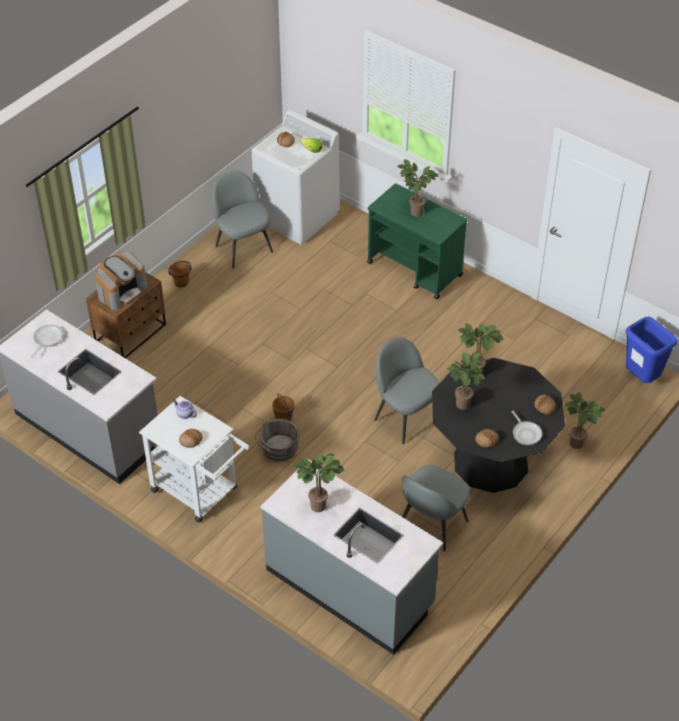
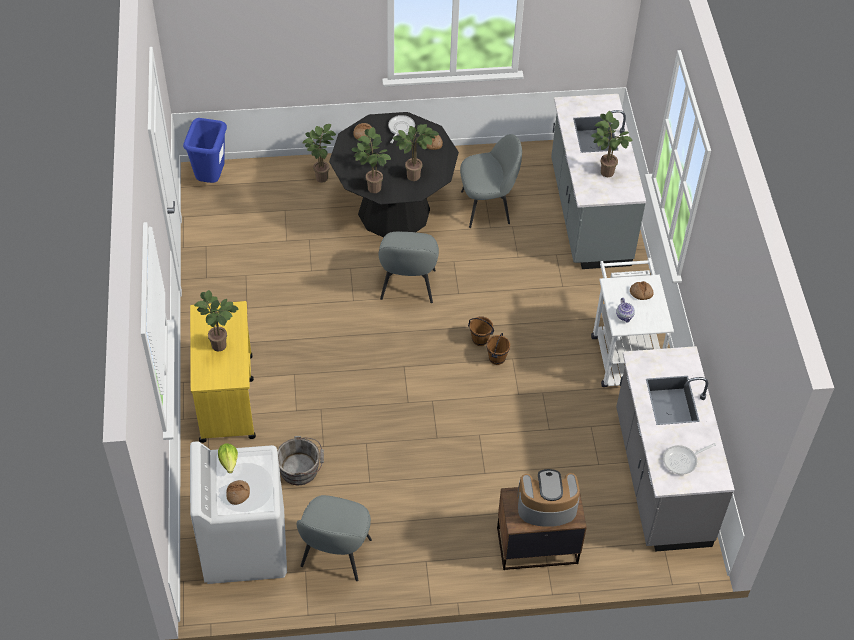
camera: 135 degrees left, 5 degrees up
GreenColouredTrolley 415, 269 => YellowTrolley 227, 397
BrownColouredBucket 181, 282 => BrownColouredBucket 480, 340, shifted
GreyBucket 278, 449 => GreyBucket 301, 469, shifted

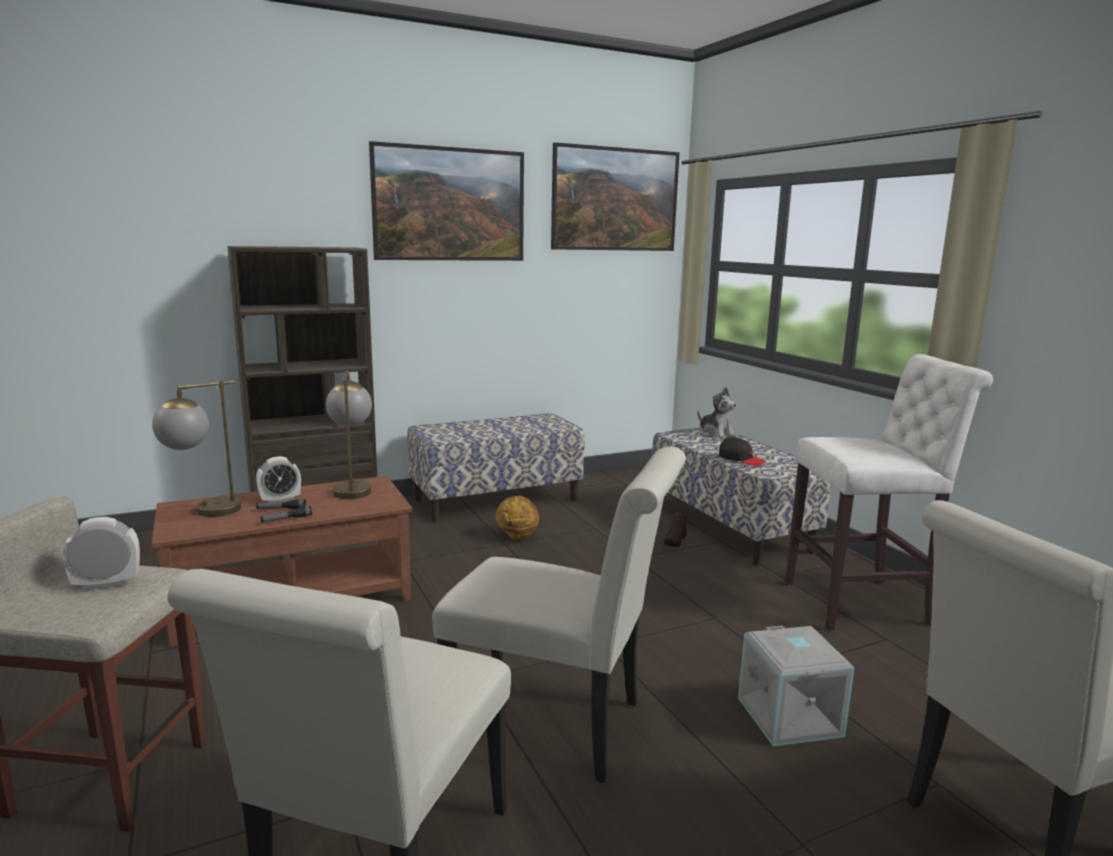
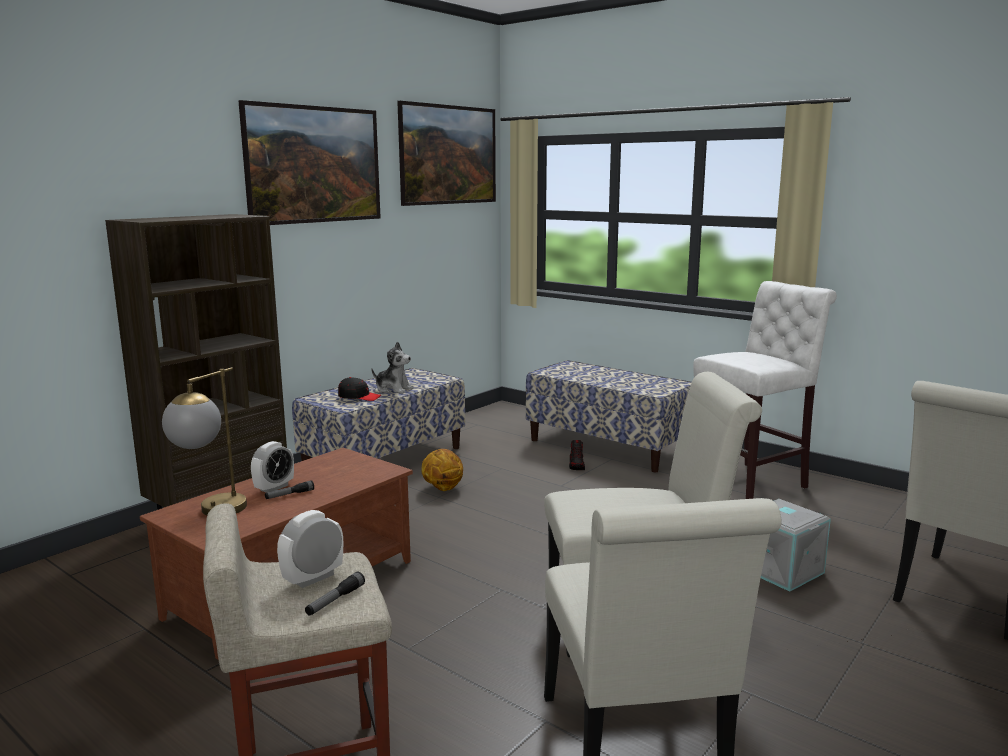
camera: 25 degrees left, 0 degrees up
TabletopLamp 352, 488 => nothing
SoftToy 716, 434 => SoftToy 393, 389, shifted
BlackColouredCap 741, 459 => BlackColouredCap 359, 397, shifted
HandTorch 286, 519 => HandTorch 335, 600, shifted

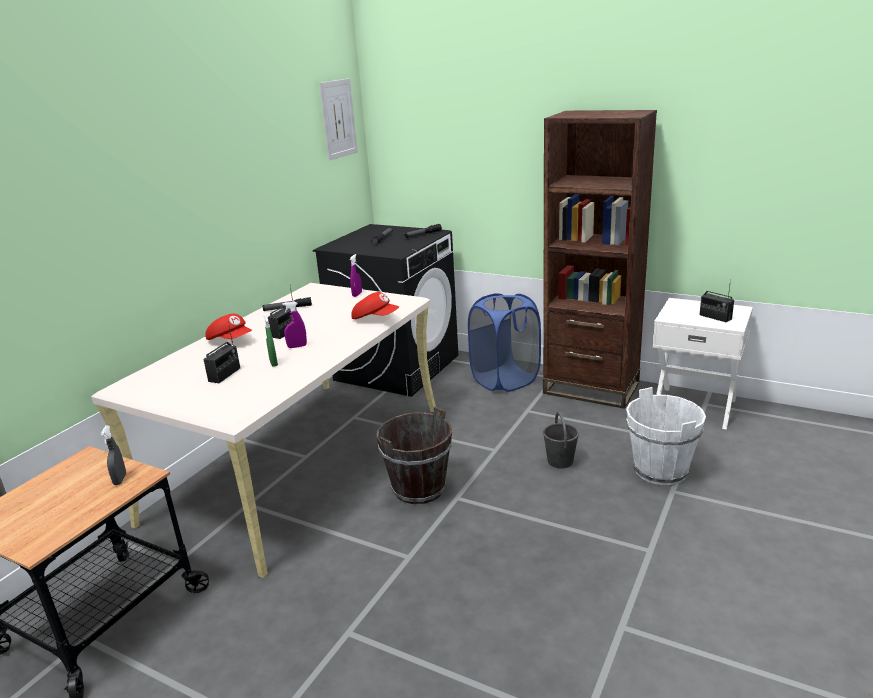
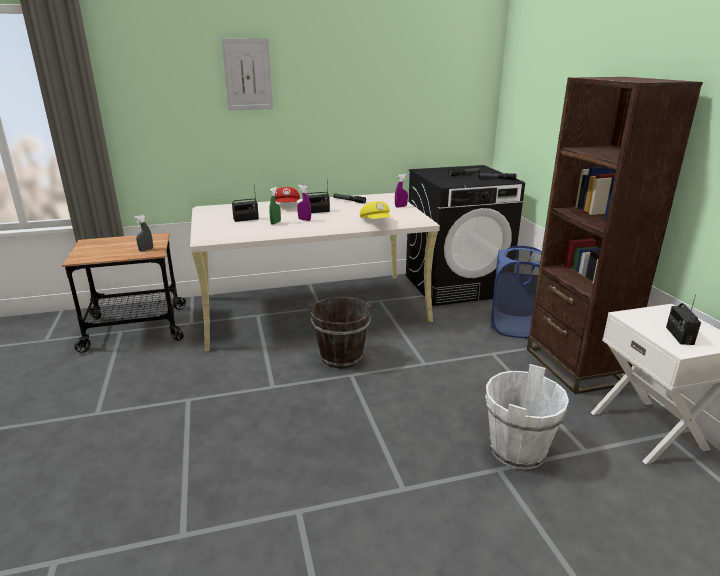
camera: 45 degrees right, 0 degrees up
Picture 338, 119 => Picture 248, 74, shifted
RedCap 375, 318 => YellowCap 376, 222
GreyBucket 560, 461 => nothing

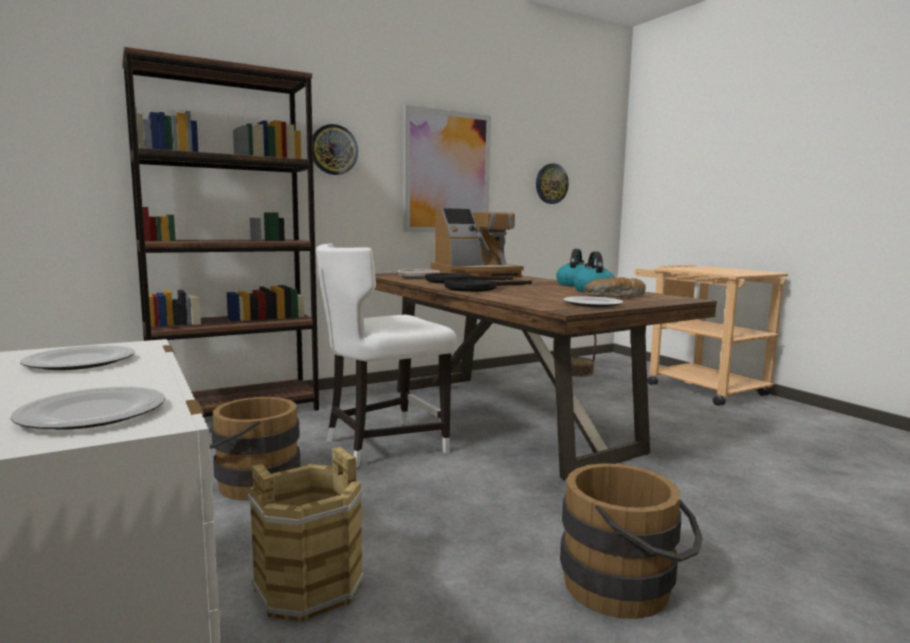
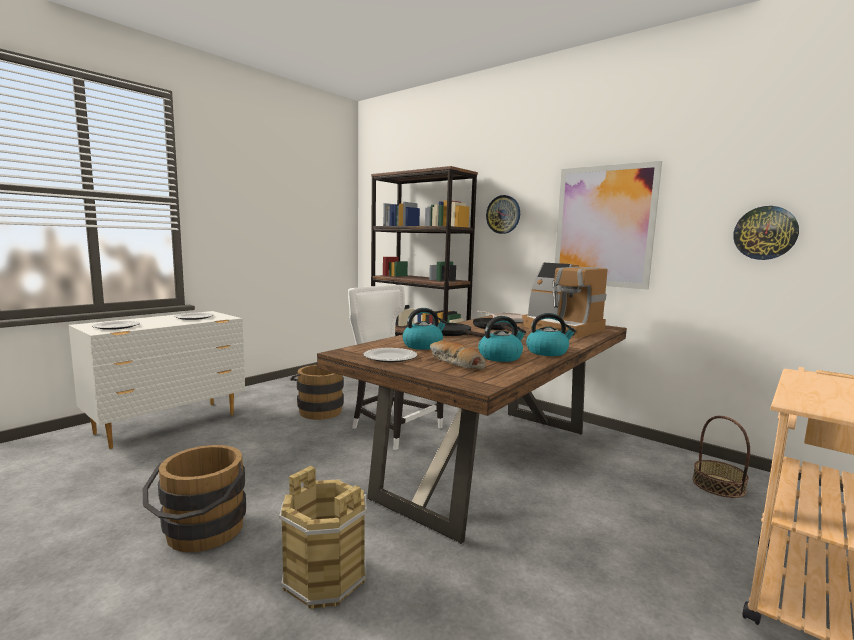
camera: 70 degrees right, 0 degrees up
BrownColouredBucket 308, 586 => BrownColouredBucket 325, 577, shifted
nothing => WaterKettle 423, 345

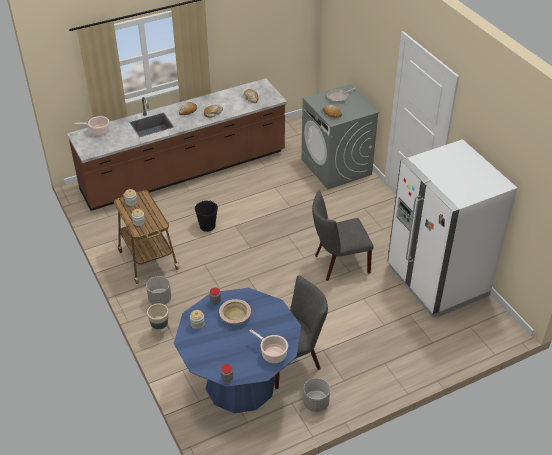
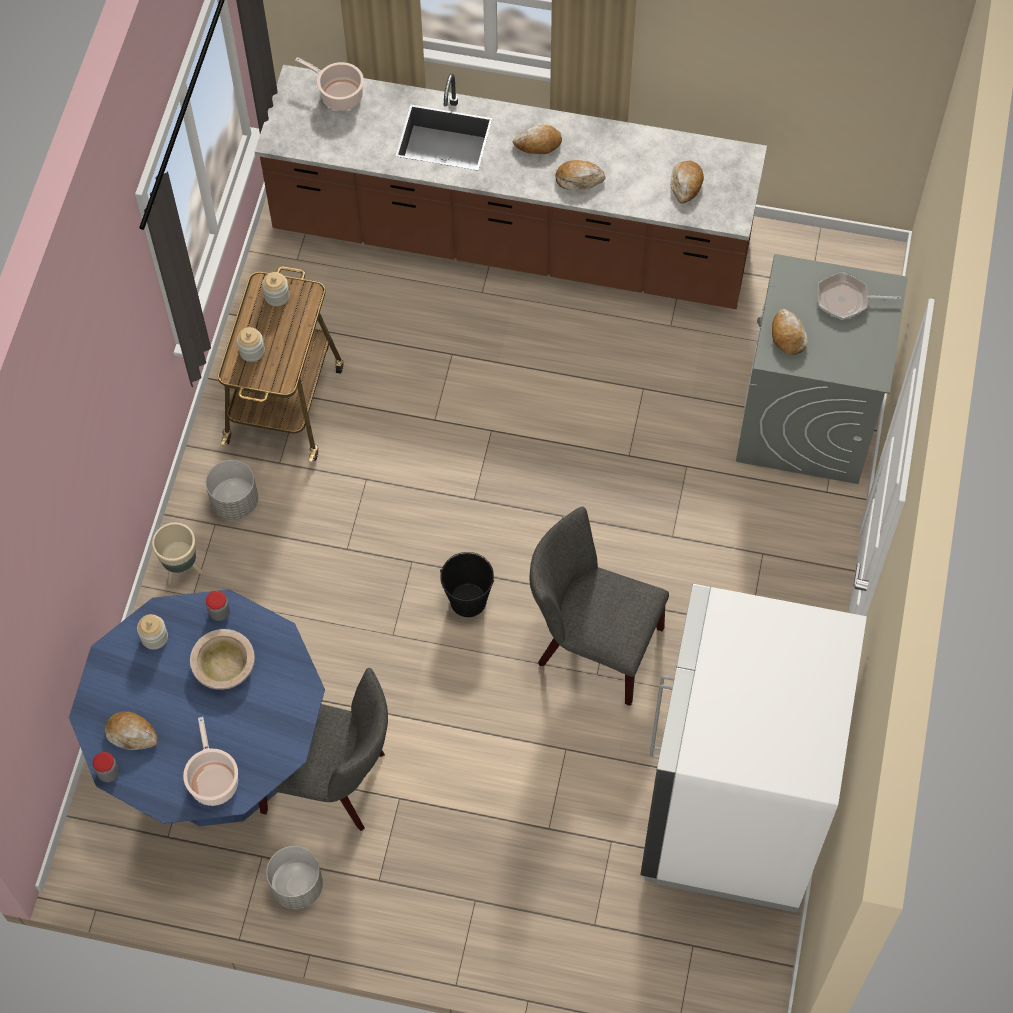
camera: 40 degrees right, 20 degrees up
BlackColouredBucket 207, 226 => BlackColouredBucket 468, 601, shifted
nothing => BakedBread 131, 734

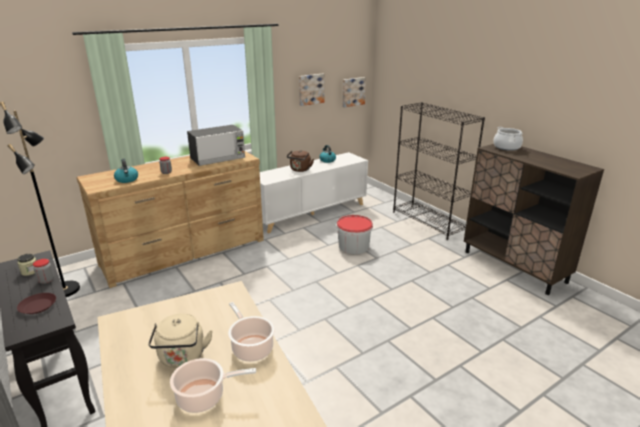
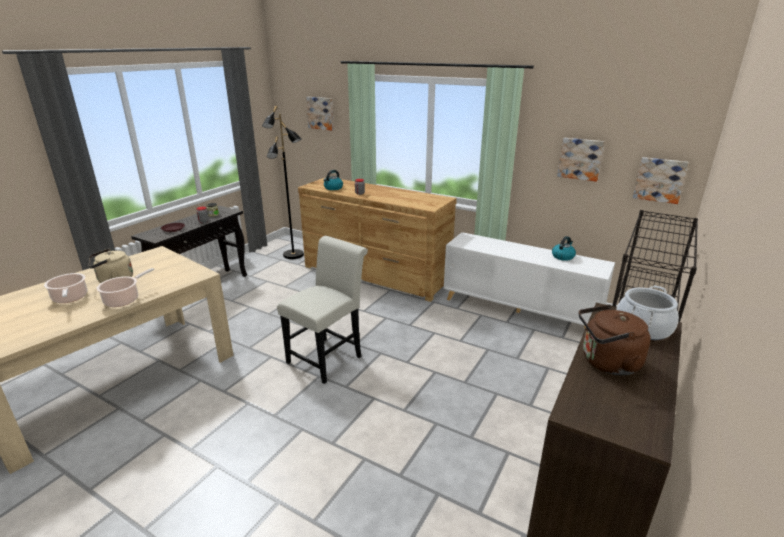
camera: 65 degrees right, 0 degrees up
KitchenMicrowave 218, 159 => nothing
BrownColouredWaterKettle 300, 170 => BrownColouredWaterKettle 607, 363, shifted
Bucket 354, 246 => nothing
nothing => Picture 321, 113
nothing => WhiteColouredUprightChair 328, 357

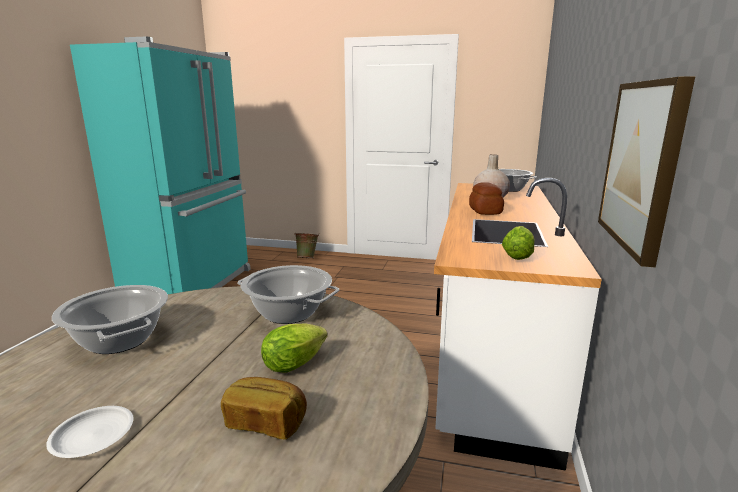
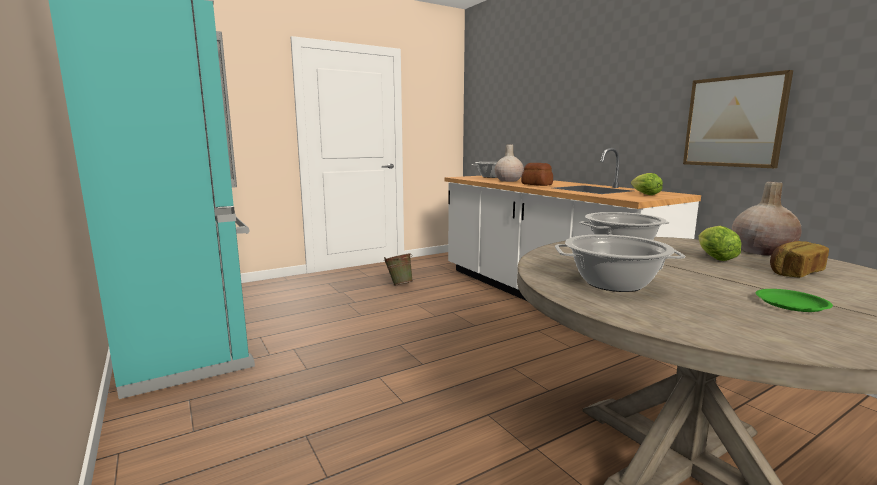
camera: 45 degrees left, 5 degrees down
GreenColouredBucket 307, 258 => GreenColouredBucket 399, 285, shifted
WhiteColouredFlatDish 92, 436 => GreenColouredFlatDish 791, 304
nothing => SandColouredVase 762, 251

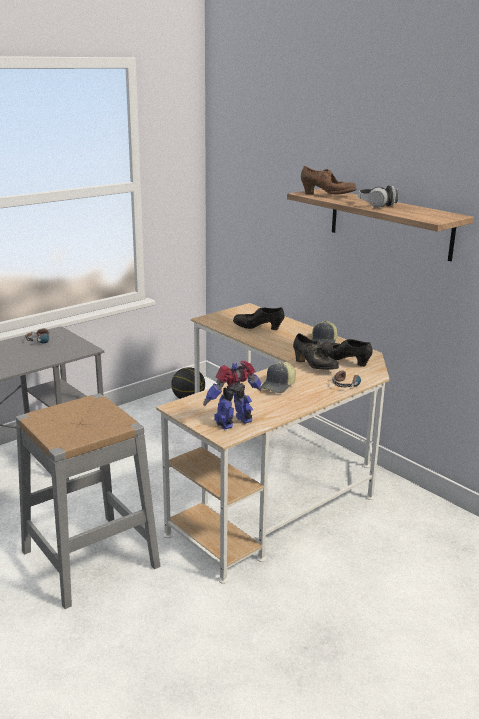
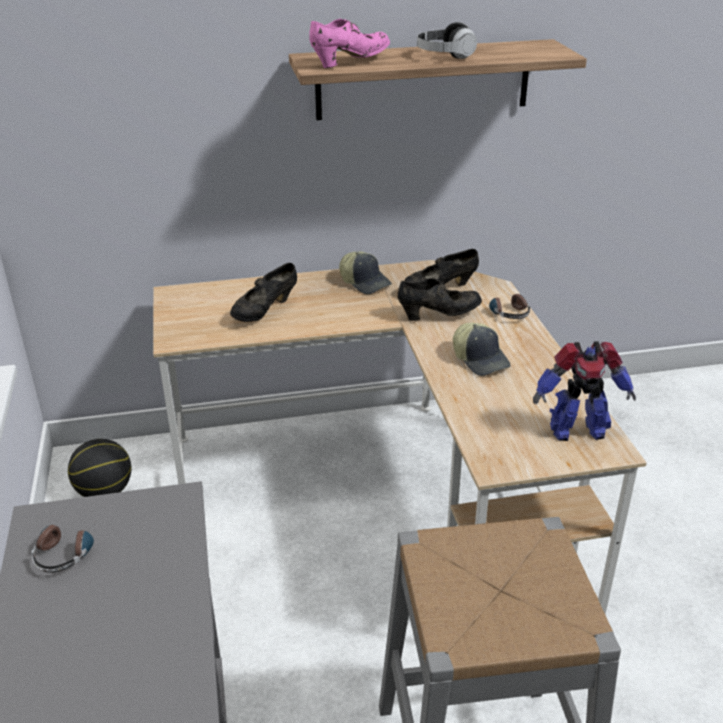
camera: 60 degrees left, 10 degrees up
BrownColouredItemOfFootwear 327, 195 => PinkItemOfFootwear 351, 62
ModelRobot 235, 423 => ModelRobot 576, 429, 90 degrees counterclockwise

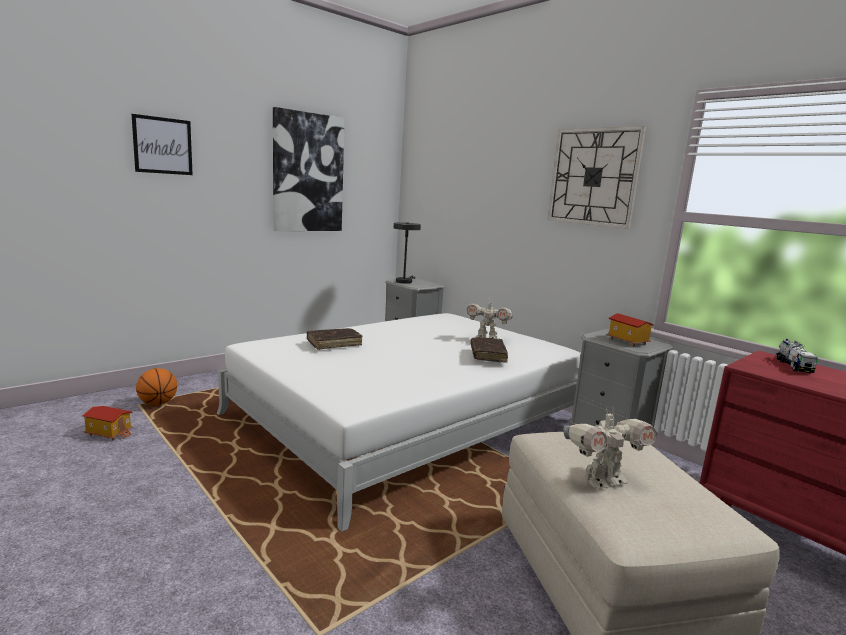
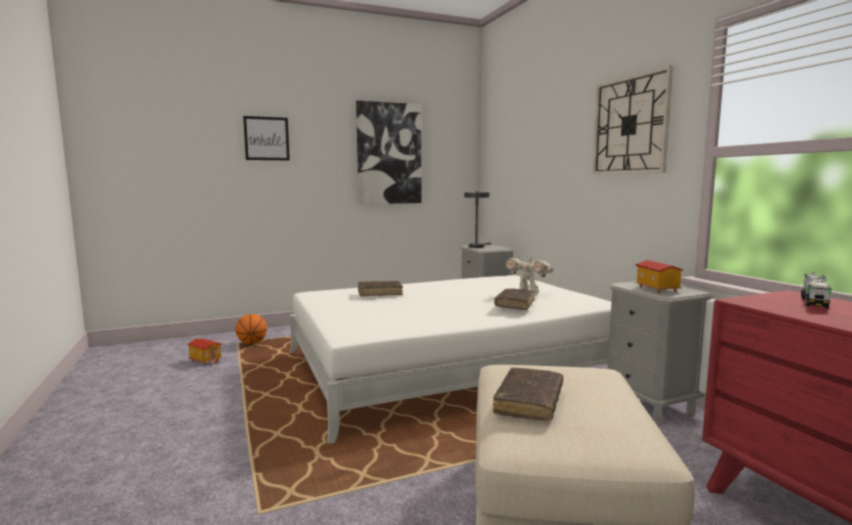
camera: 20 degrees right, 5 degrees down
ModelRobot 602, 480 => BrownColouredBoundBook 529, 402

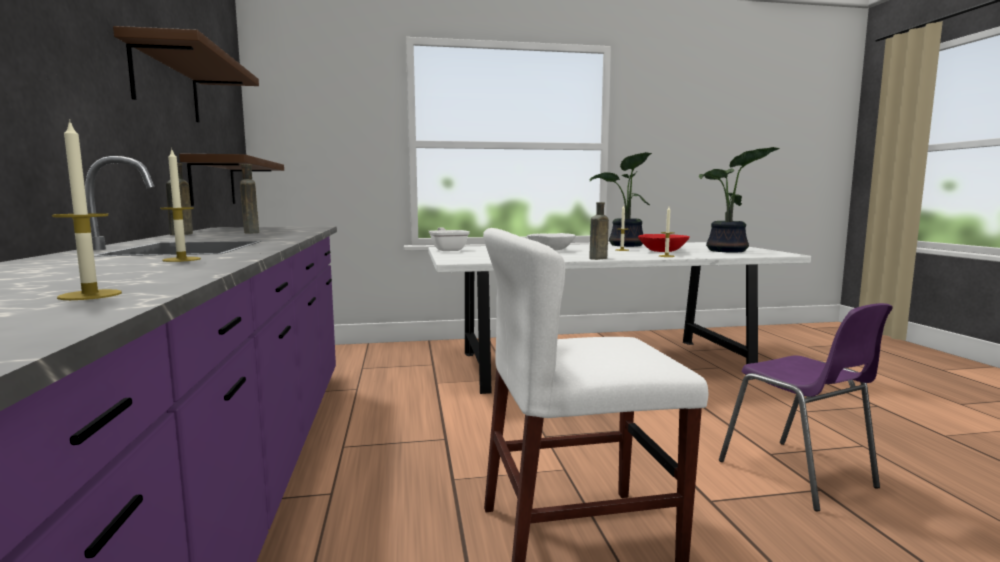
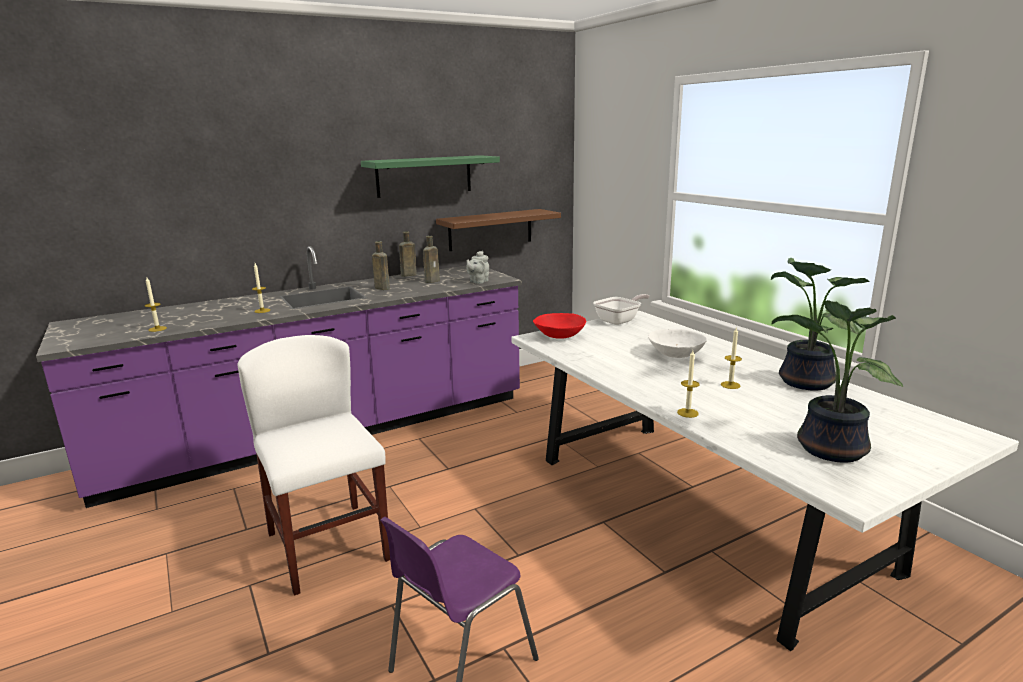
camera: 70 degrees right, 10 degrees up
BrownColouredBracketShelf 166, 84 => GreenColouredBracketShelf 424, 176
BrownColouredBottle 597, 258 => BrownColouredBottle 381, 288, shifted
RedServingBowl 662, 251 => RedServingBowl 559, 336, shifted
nothing => GreyTeapot 478, 282

